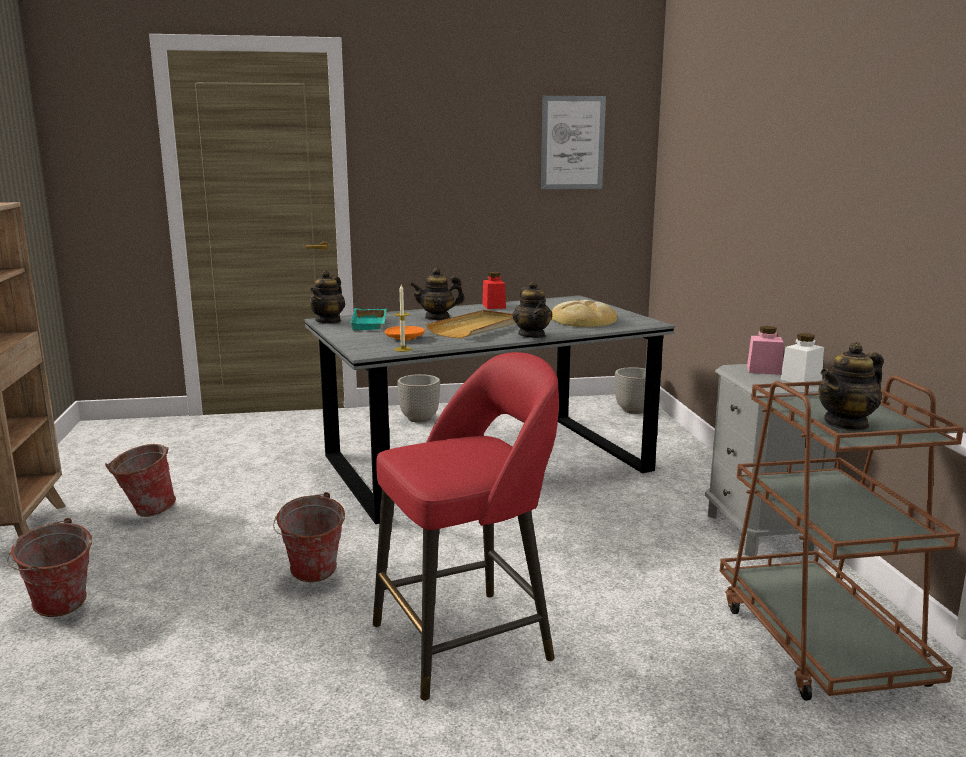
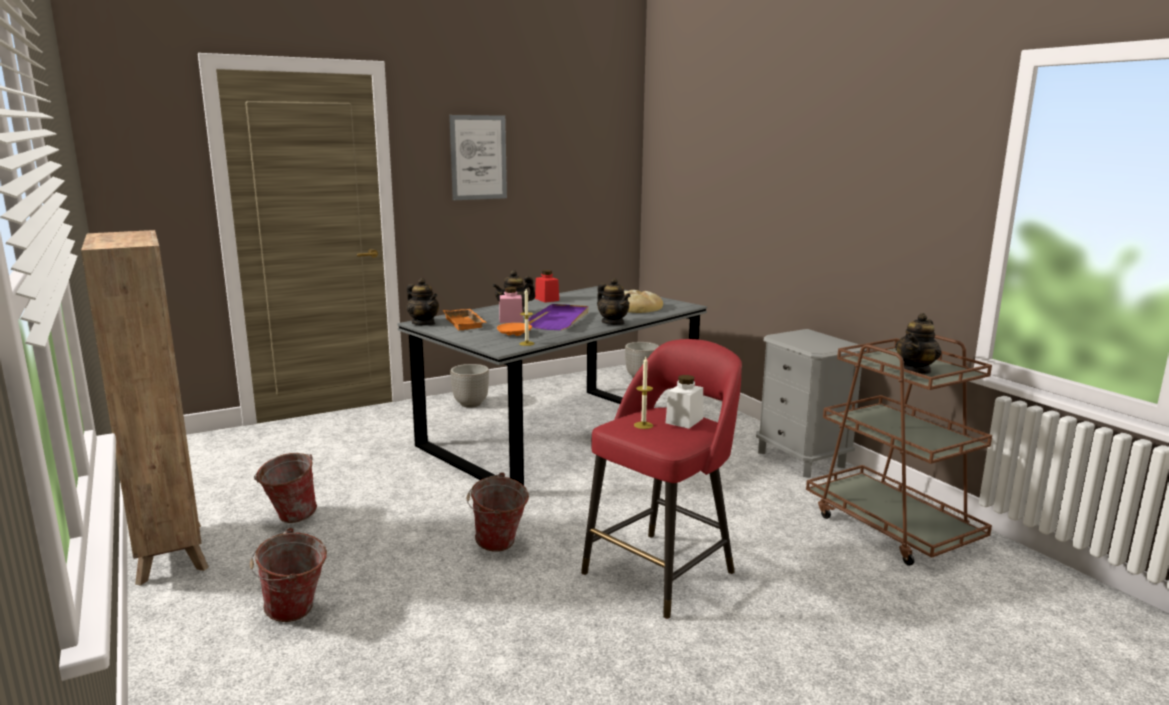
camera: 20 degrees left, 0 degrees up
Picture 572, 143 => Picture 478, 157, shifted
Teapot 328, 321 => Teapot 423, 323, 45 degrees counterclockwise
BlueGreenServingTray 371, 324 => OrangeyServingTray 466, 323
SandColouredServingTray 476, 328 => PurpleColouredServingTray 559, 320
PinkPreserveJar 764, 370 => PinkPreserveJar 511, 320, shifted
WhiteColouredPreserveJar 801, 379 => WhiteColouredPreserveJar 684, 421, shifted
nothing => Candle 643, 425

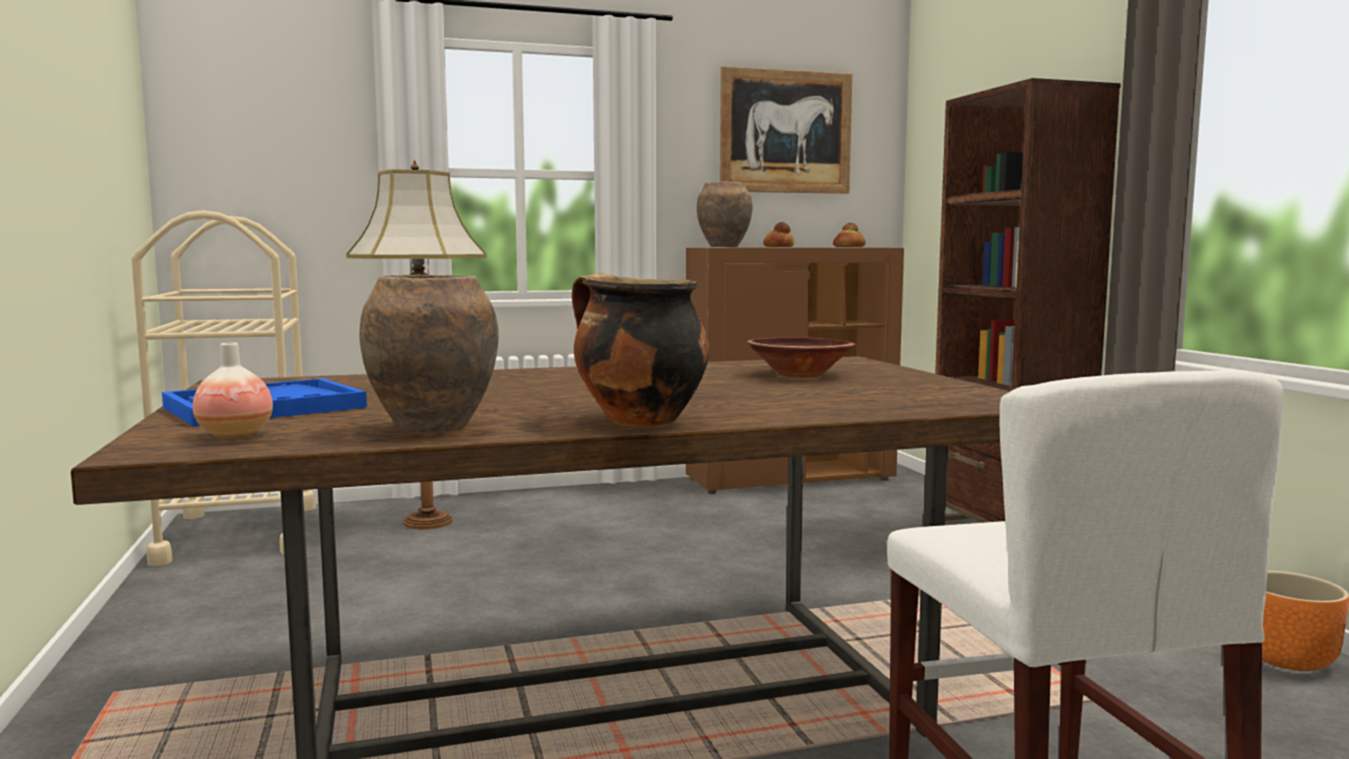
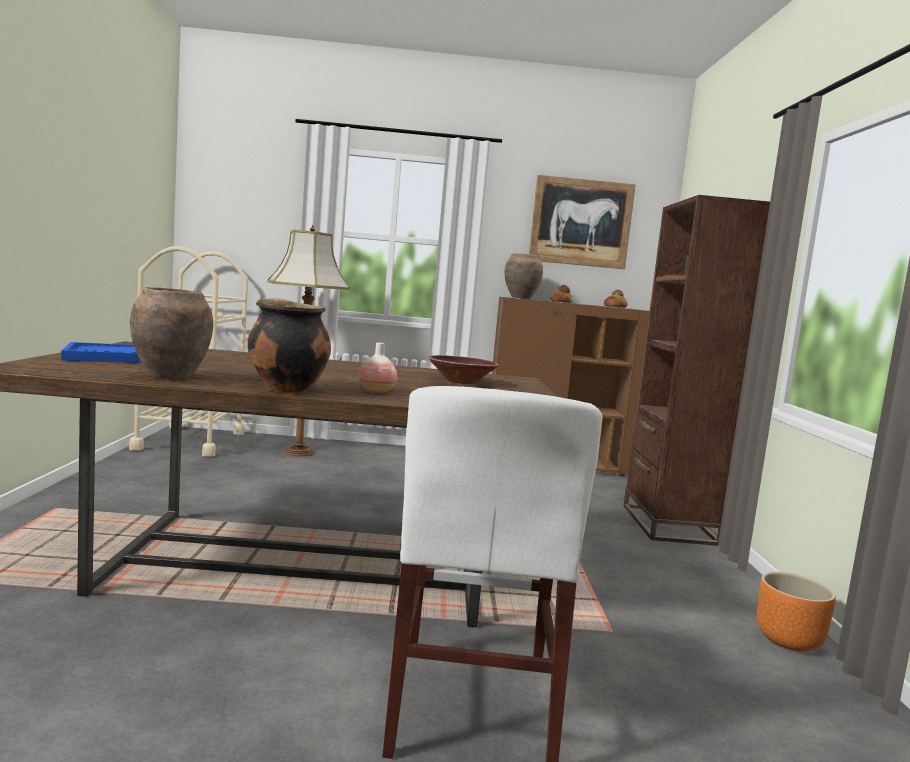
camera: 15 degrees right, 0 degrees up
Vase 235, 436 => Vase 376, 392, shifted

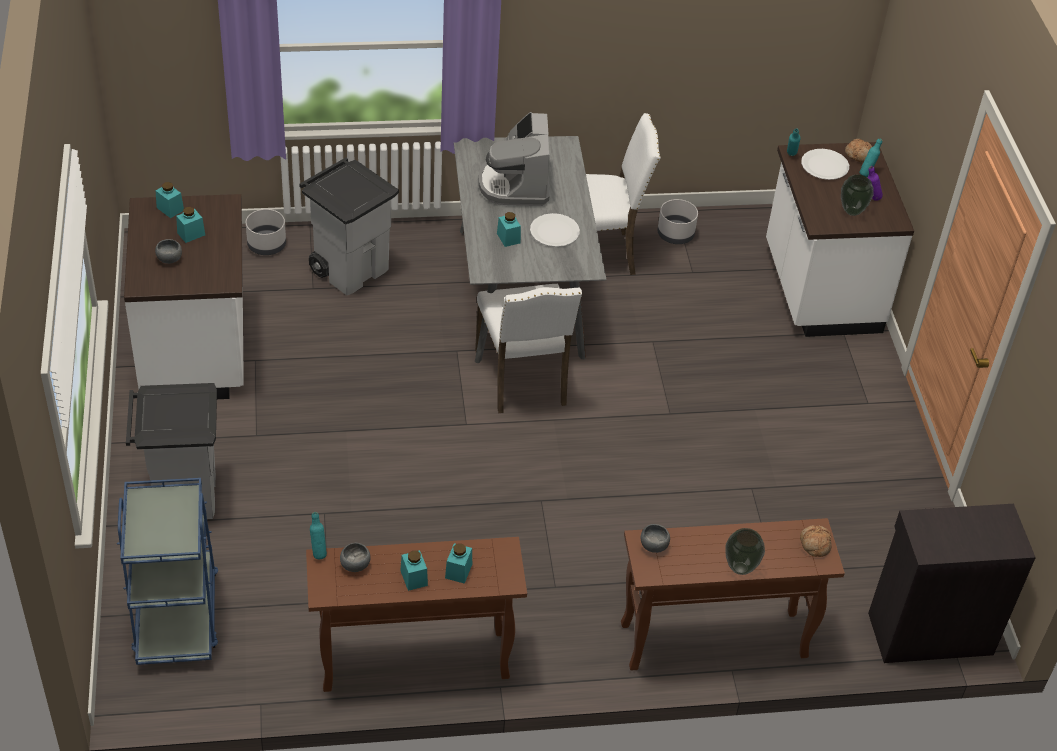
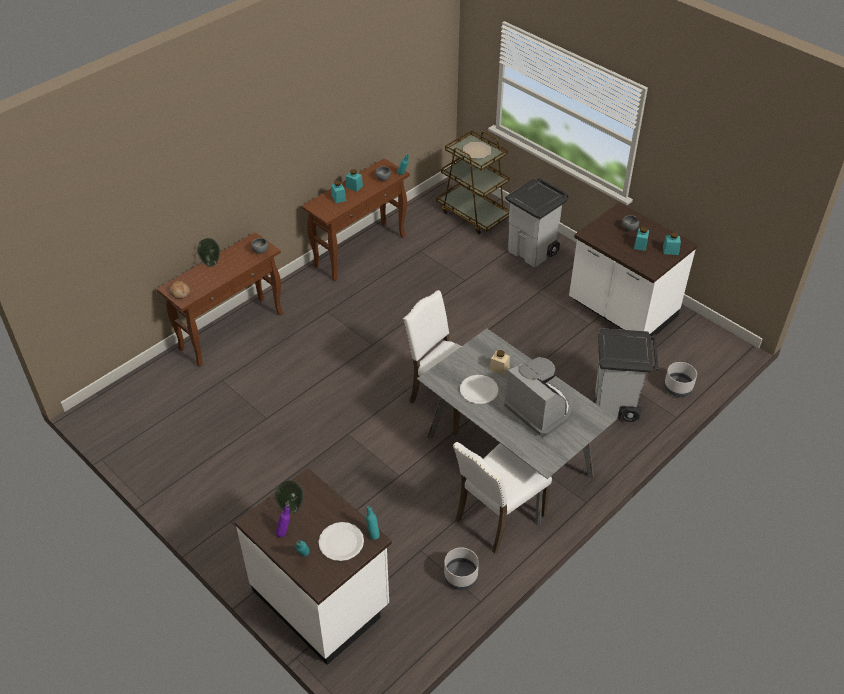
camera: 145 degrees right, 0 degrees up
BakedBread 859, 154 => nothing
BlueGreenPreserveJar 508, 238 => SandColouredPreserveJar 499, 368
BlueColouredTrolley 176, 614 => BrownColouredTrolley 473, 214
BlackColouredStorageCabinet 928, 632 => nothing
nothing => FlatDish 476, 151

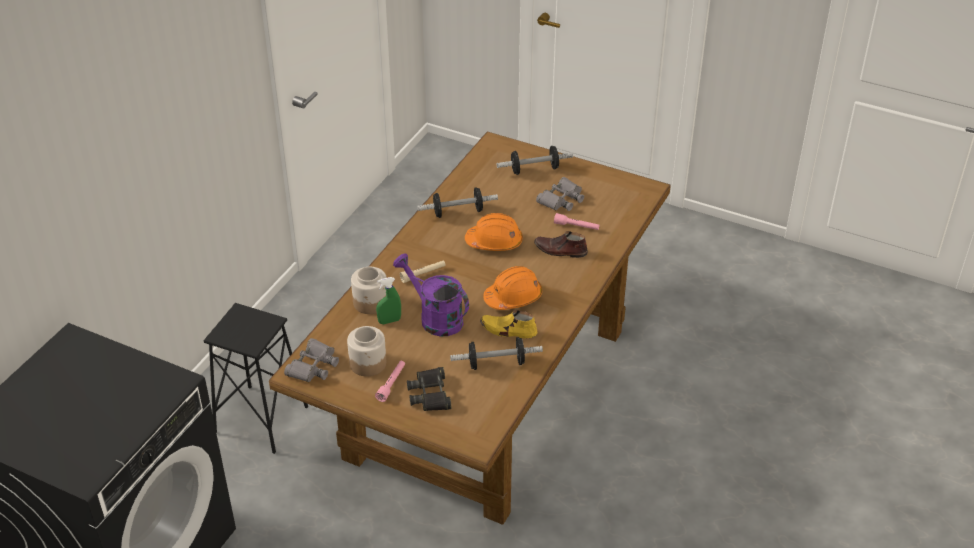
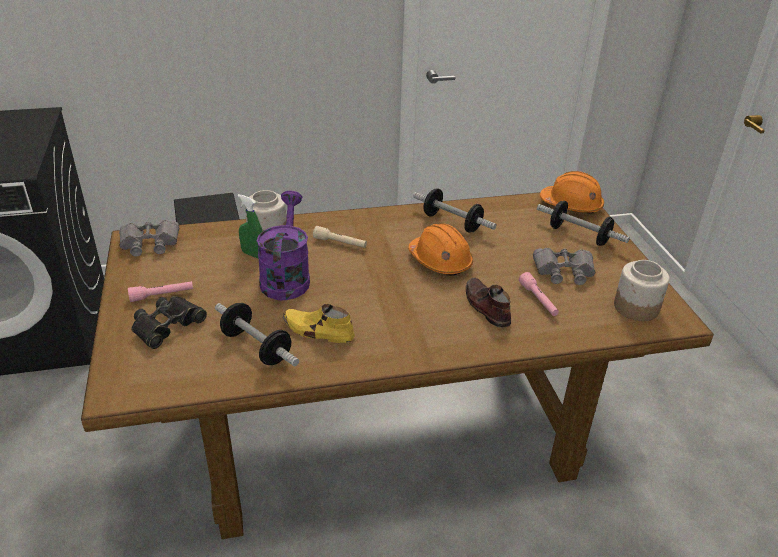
camera: 50 degrees right, 5 degrees down
OrangeySafetyHelmet 513, 297 => OrangeySafetyHelmet 571, 205, shifted
YellowItemOfFootwear 508, 330 => YellowItemOfFootwear 318, 331, 45 degrees counterclockwise
PreserveJar 368, 363 => PreserveJar 637, 307, shifted

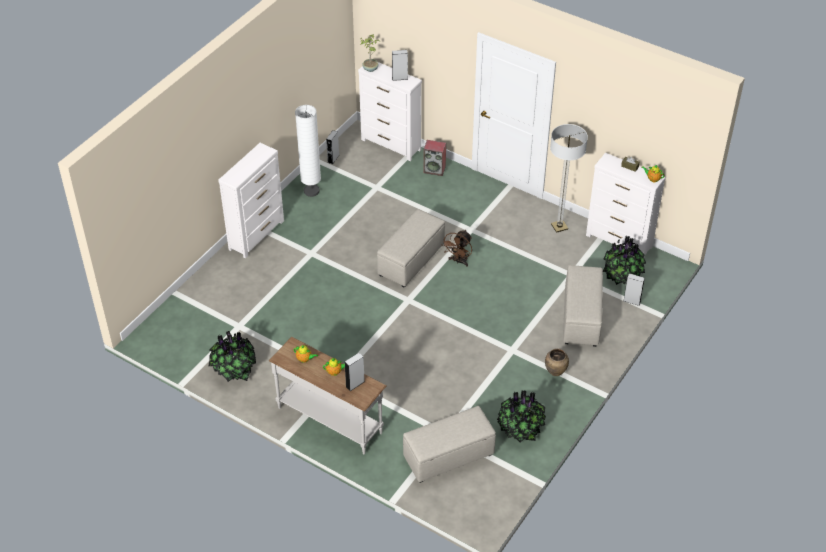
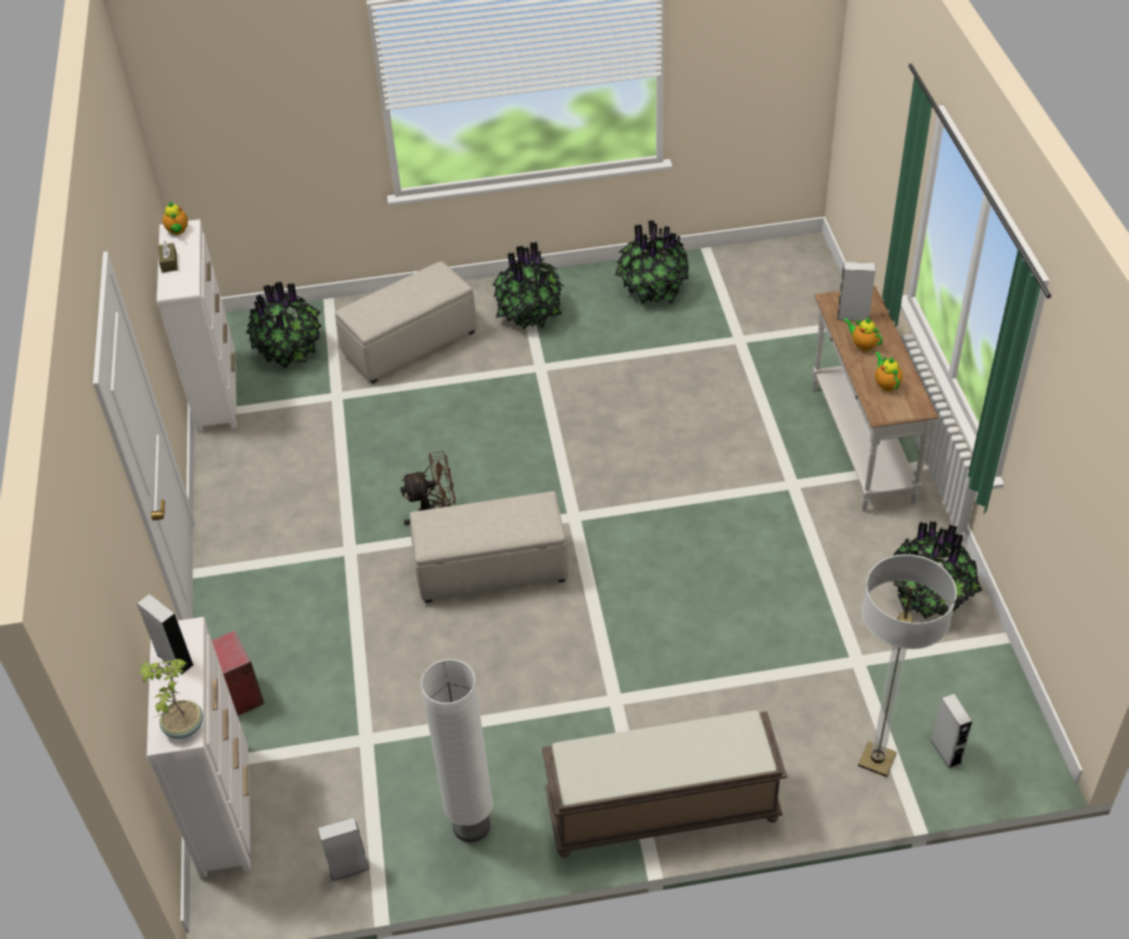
camera: 130 degrees left, 0 degrees up
StandardLamp 559, 227 => StandardLamp 877, 760, shifted
WhiteColouredChestOfDrawers 257, 235 => BrownColouredBench 661, 810
GreyAudioSpeaker 632, 301 => GreyAudioSpeaker 946, 751, shifted
BrownColouredVase 555, 372 => PlantInAPot 530, 314
SandColouredFootrest 448, 456 => nothing

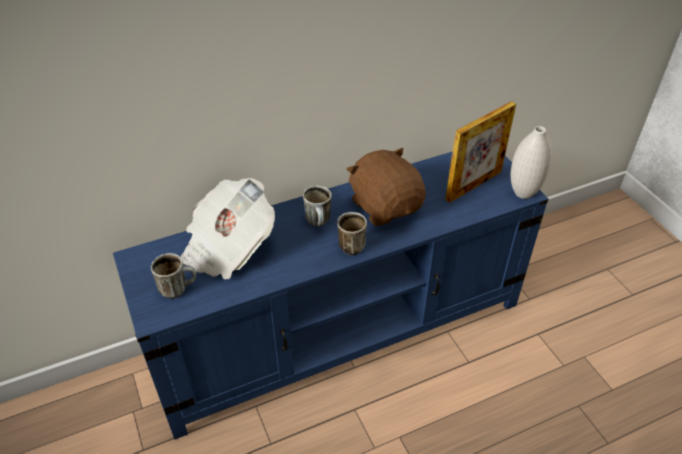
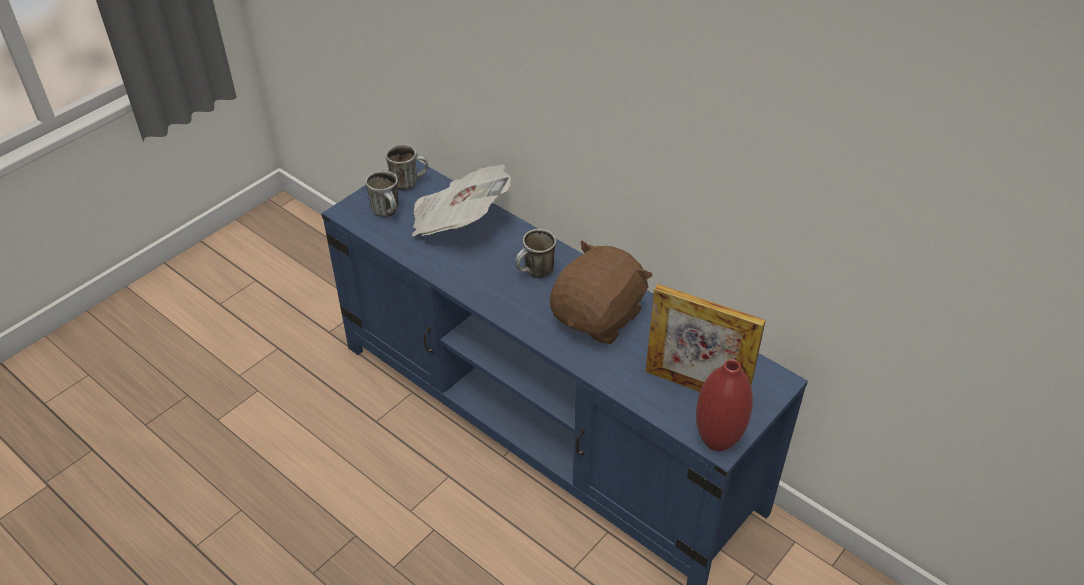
camera: 65 degrees right, 0 degrees up
WhiteColouredVase 523, 193 => RedVase 717, 441
TeaMug 351, 244 => TeaMug 409, 182, shifted

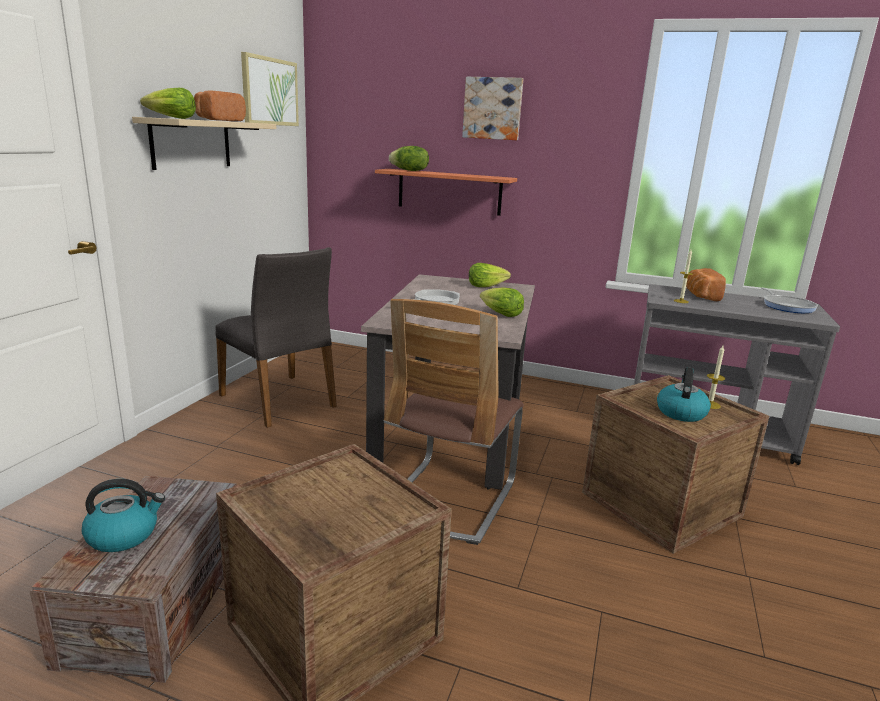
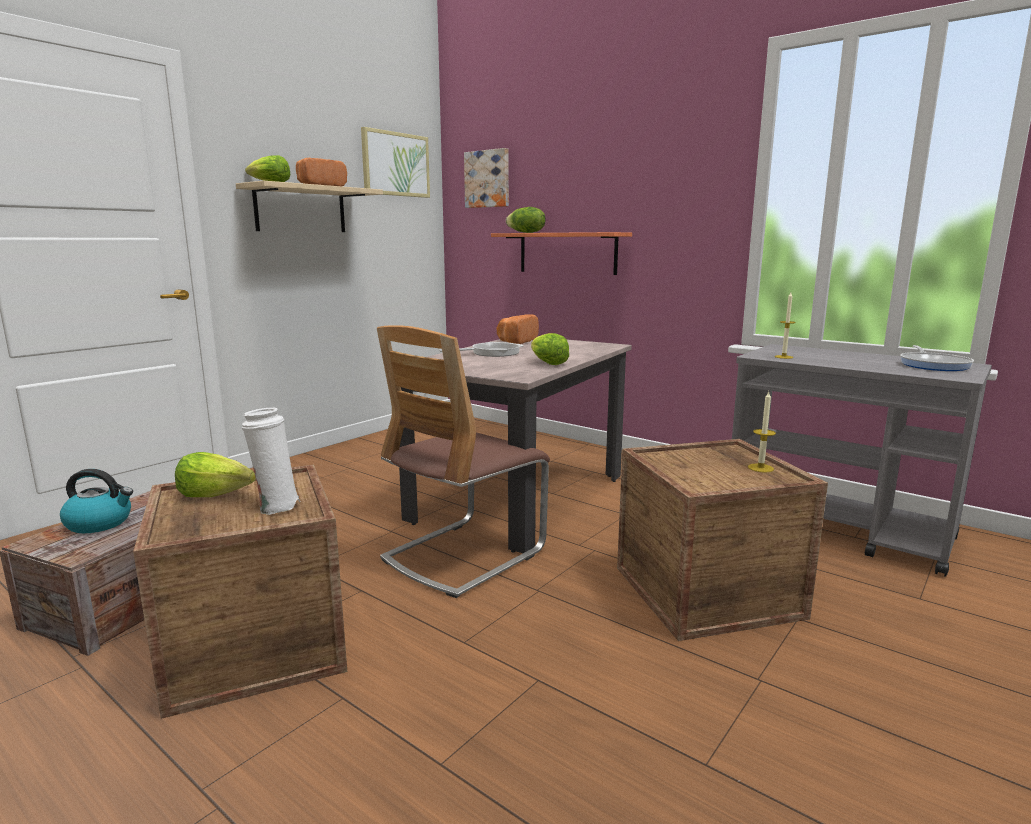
camera: 20 degrees right, 5 degrees down
Picture 493, 108 => Picture 488, 179, shifted
GreyUprightChair 280, 400 => nothing
HeadOfLettuce 486, 286 => HeadOfLettuce 216, 494, shifted
BakedBread 700, 296 => BakedBread 516, 341, shifted
WaterKettle 680, 412 => nothing
nothing => WhiteColouredVase 275, 507

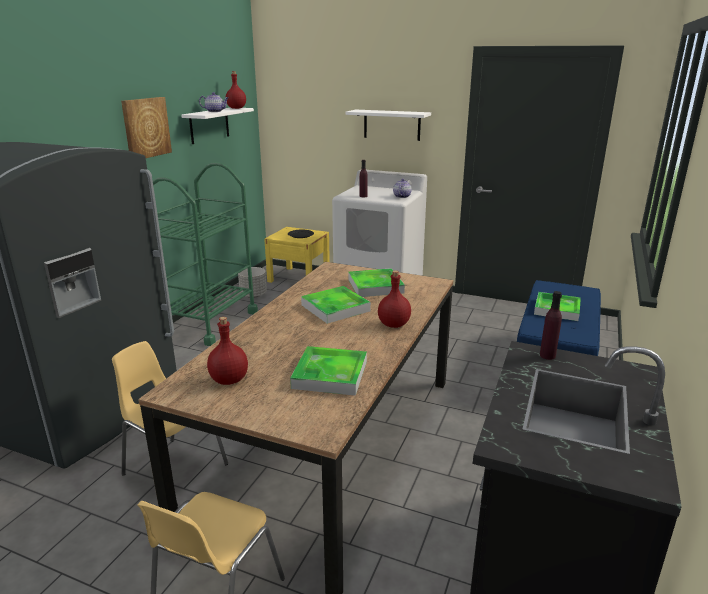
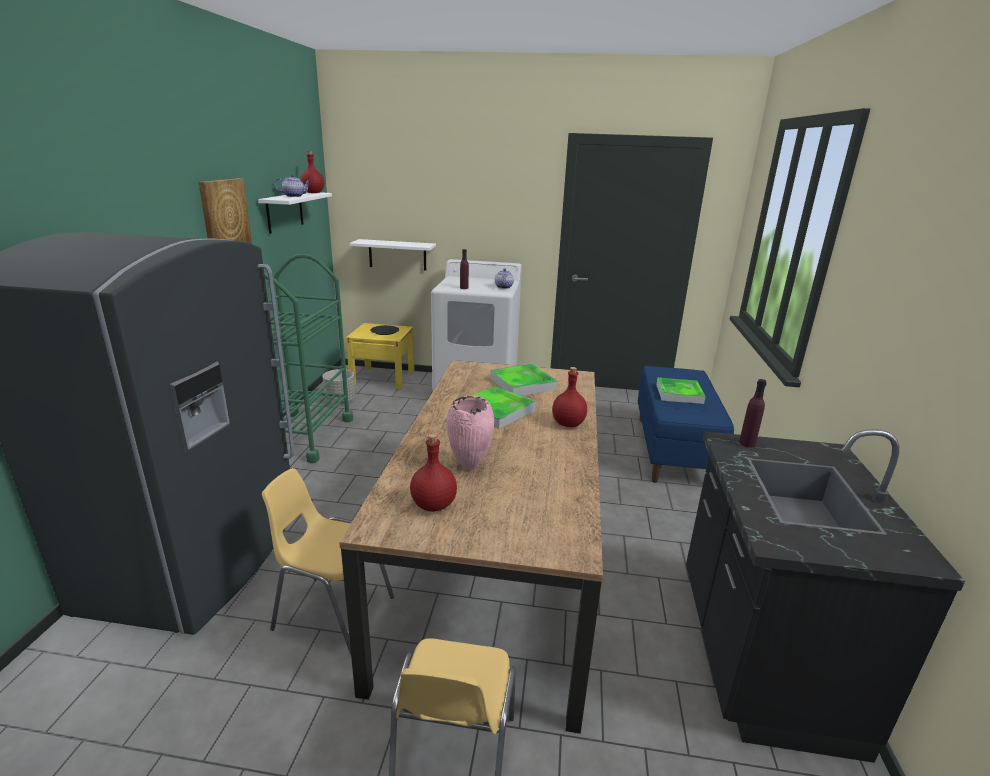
camera: 15 degrees left, 0 degrees up
WhiteColouredBracketShelf 392, 125 => WhiteColouredBracketShelf 397, 255, shifted
ServingTray 330, 375 => nothing
nothing => PinkVase 470, 467

